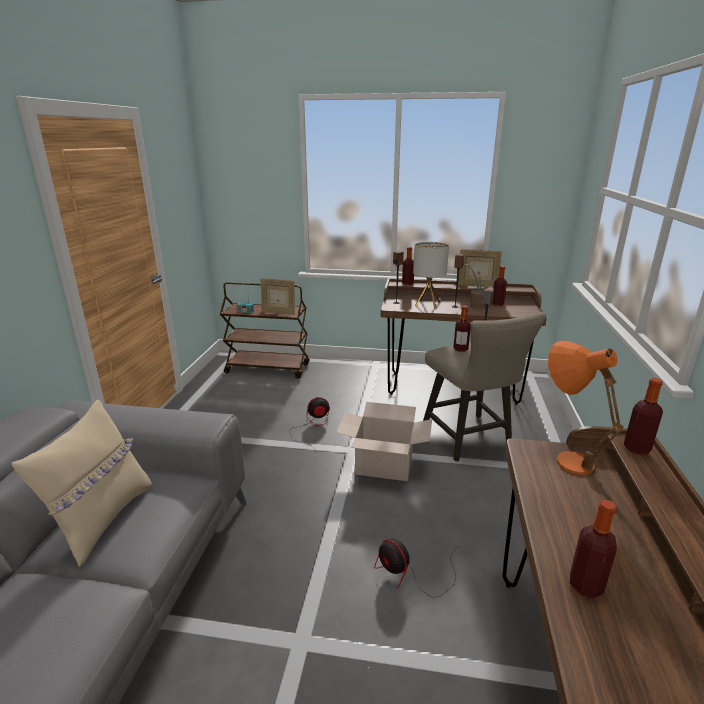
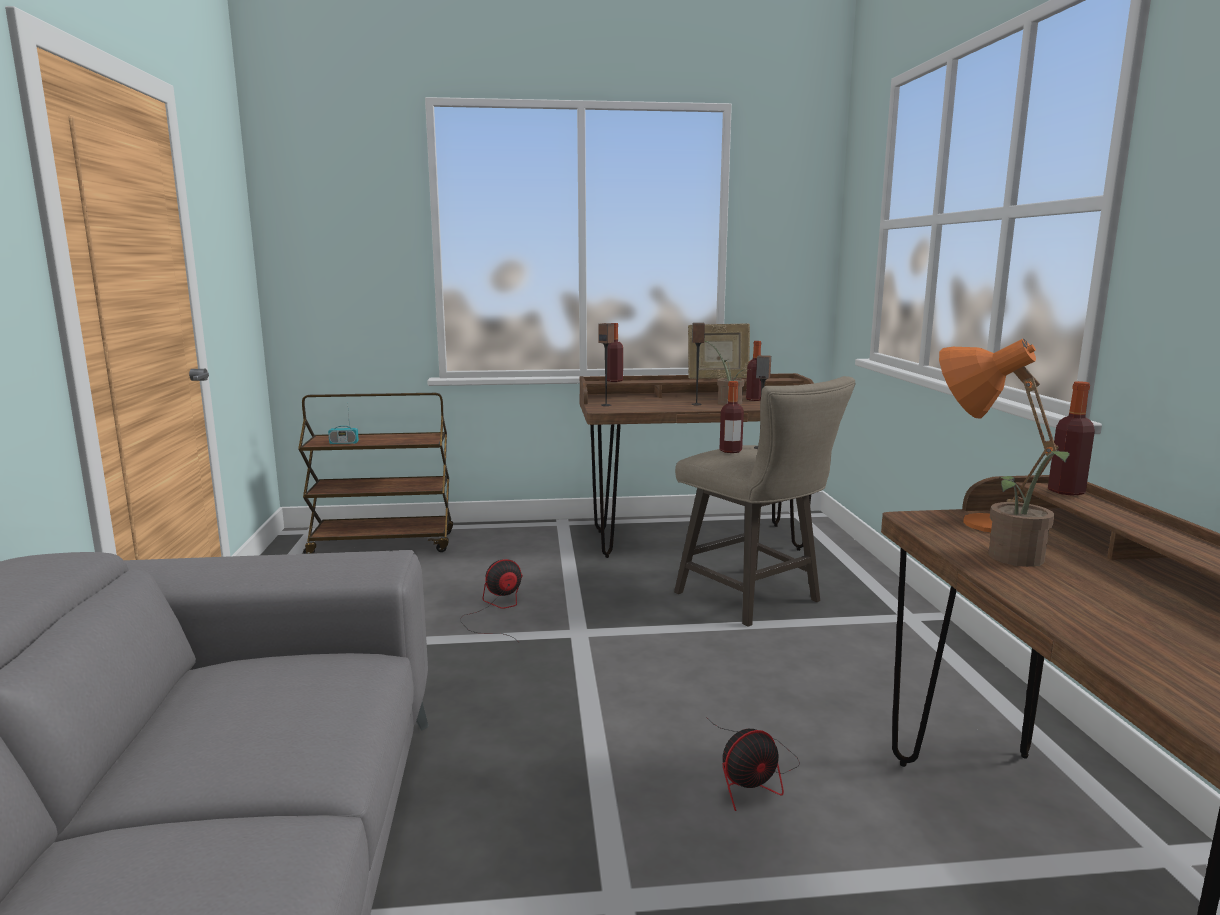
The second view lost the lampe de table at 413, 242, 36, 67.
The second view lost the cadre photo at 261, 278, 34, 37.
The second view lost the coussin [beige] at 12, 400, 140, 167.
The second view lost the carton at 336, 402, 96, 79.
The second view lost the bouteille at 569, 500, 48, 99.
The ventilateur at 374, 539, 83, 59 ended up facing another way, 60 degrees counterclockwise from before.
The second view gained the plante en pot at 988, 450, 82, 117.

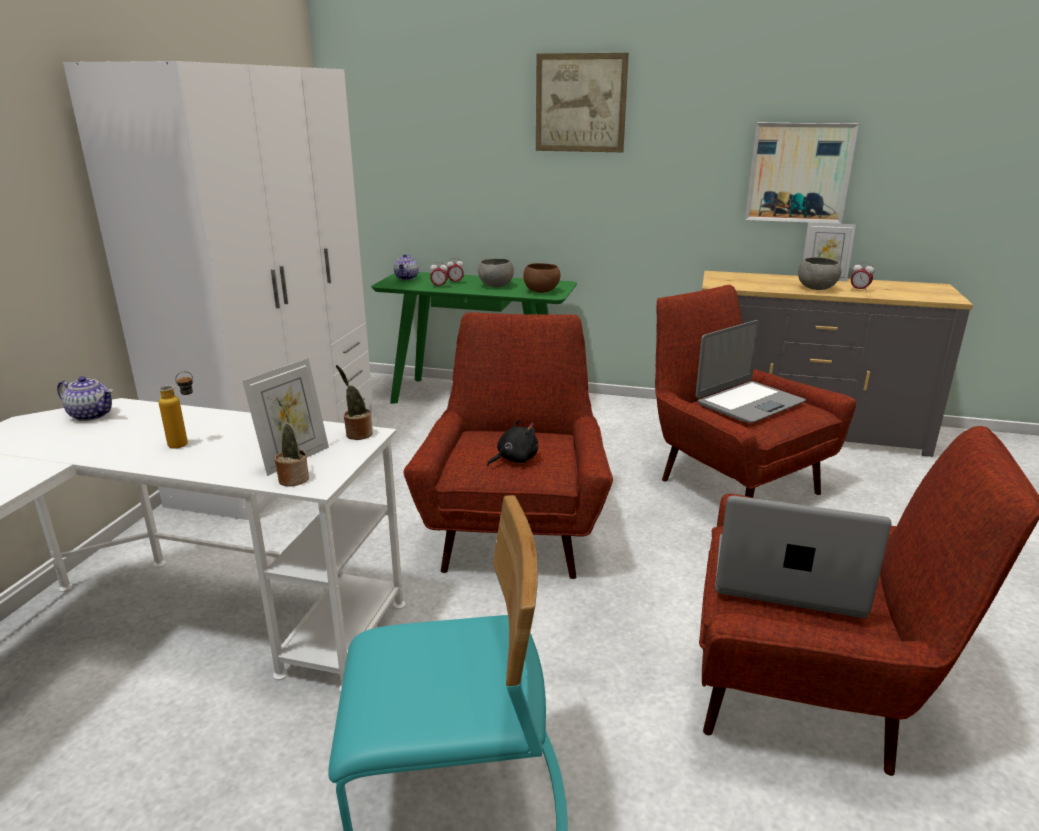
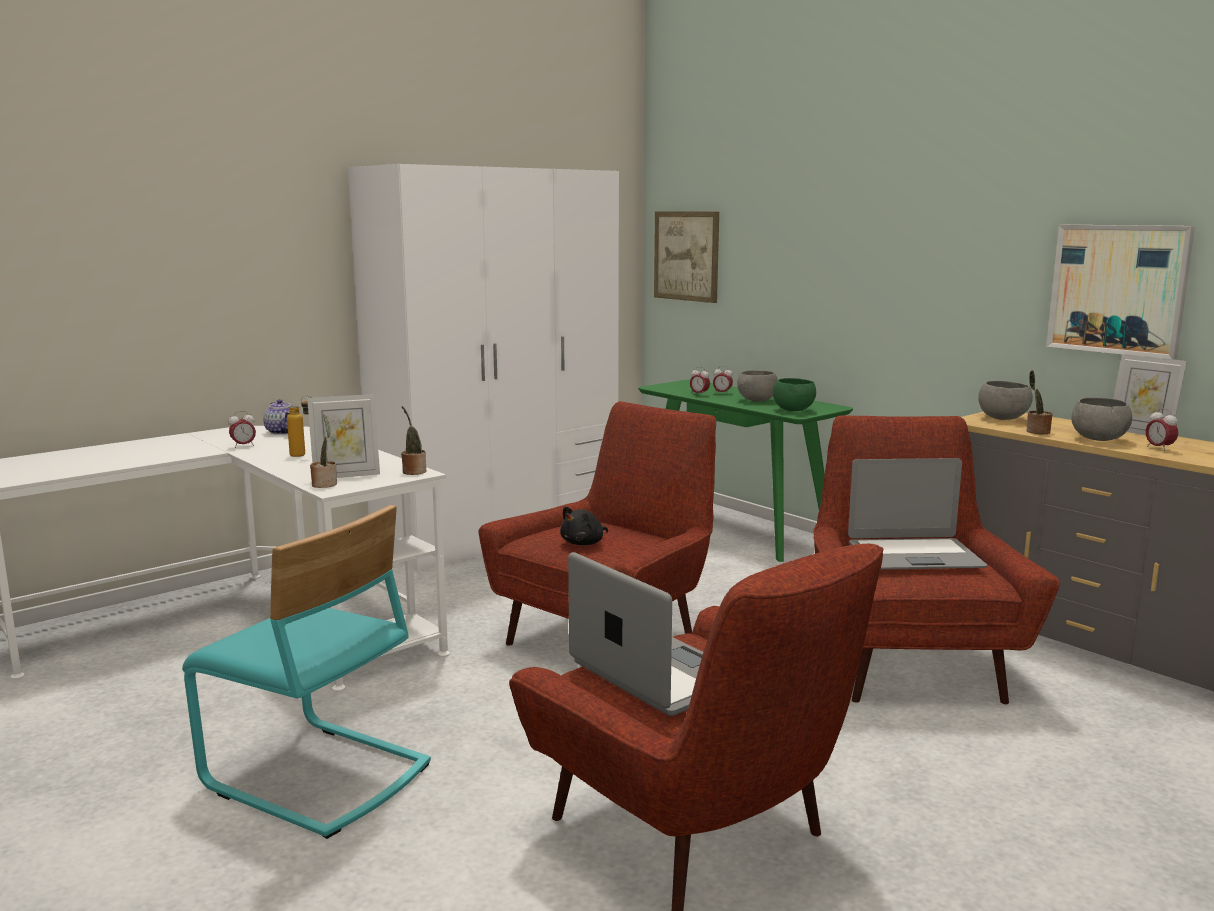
The tableau ended up elsewhere, having gone from 536, 53, 93, 99 to 654, 211, 65, 92.
The second view lost the théière at 394, 254, 25, 26.
What was the bol [marron] at 523, 263, 37, 30 turned into the bol [vert] at 773, 378, 43, 33.
The peluche [noir] at 487, 419, 51, 47 ended up facing another way, 135 degrees clockwise from before.
The second view gained the plante en pot at 1026, 370, 27, 64.
The second view gained the bol [gris] at 978, 381, 55, 39.
The second view gained the réveil at 228, 411, 28, 37.

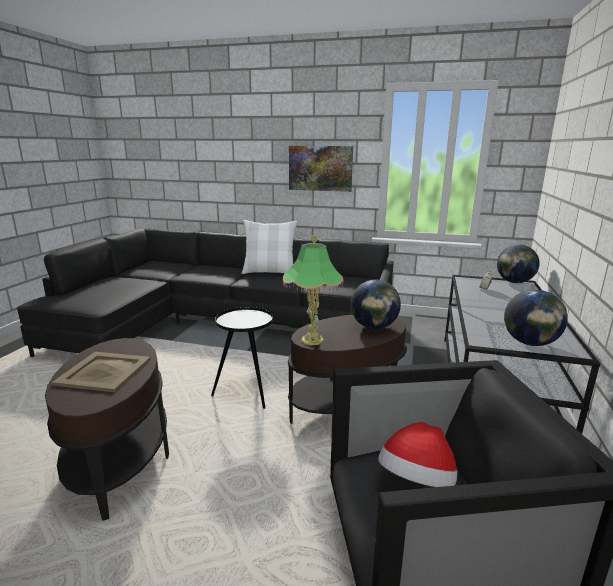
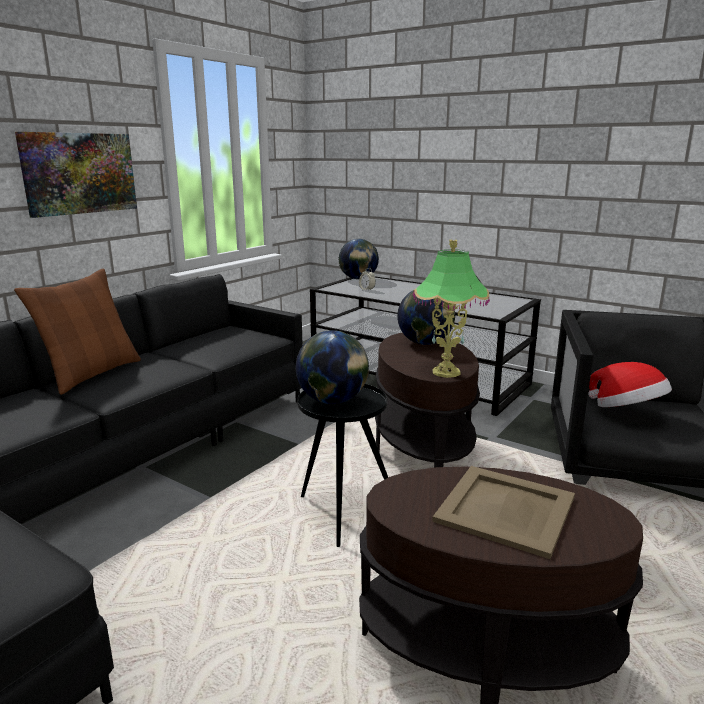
What was the coussin [blanc] at 242, 220, 56, 54 turned into the coussin [marron] at 14, 268, 127, 127.
The globe ended up elsewhere, having gone from 504, 290, 64, 56 to 296, 330, 73, 74.

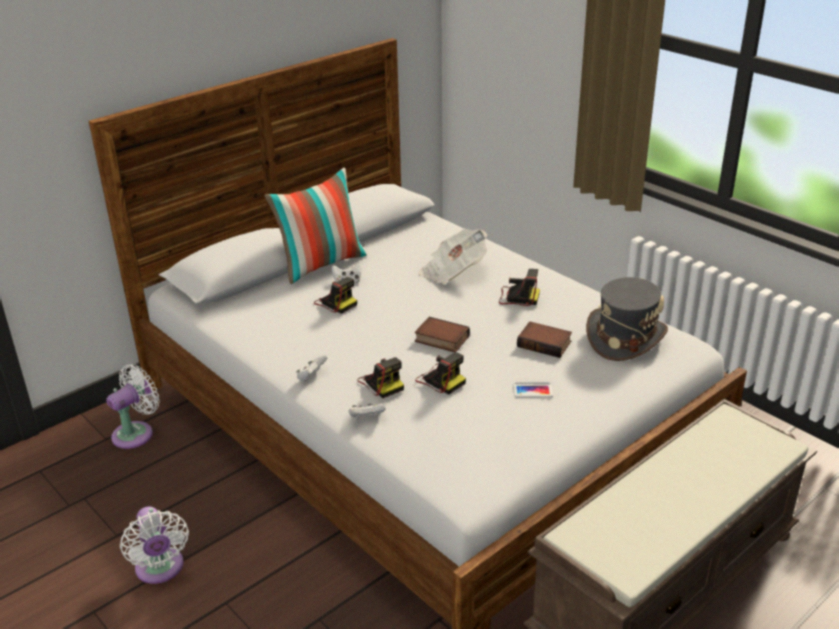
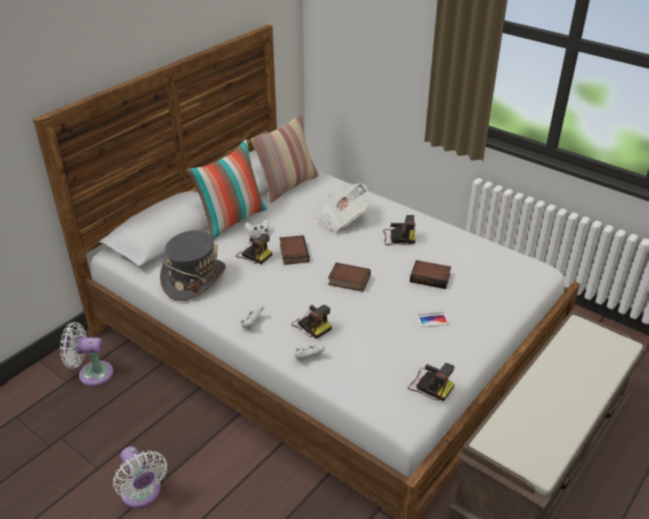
The chapeau [gris] ended up elsewhere, having gone from 586, 277, 82, 84 to 160, 230, 66, 71.
The appareil photo ended up elsewhere, having gone from 415, 352, 51, 42 to 408, 363, 47, 38.
The ventilateur [blanc] at 106, 364, 54, 85 ended up facing another way, 120 degrees counterclockwise from before.
The second view gained the coussin at 251, 114, 67, 89.
The second view gained the livre at 280, 235, 30, 30.

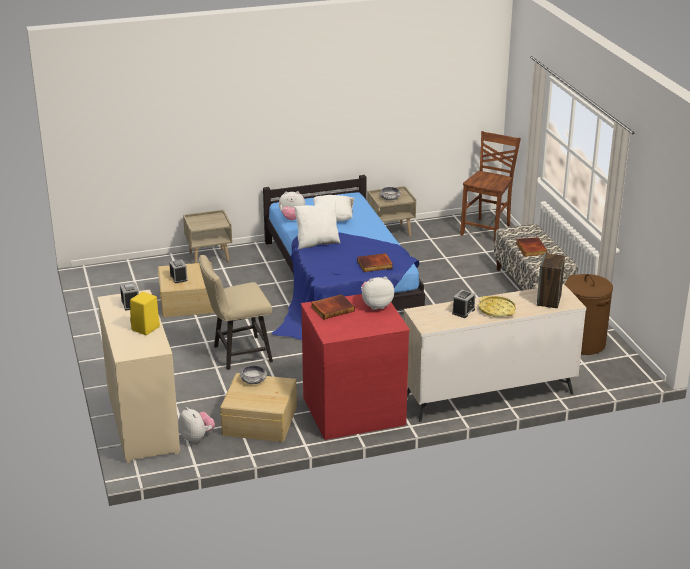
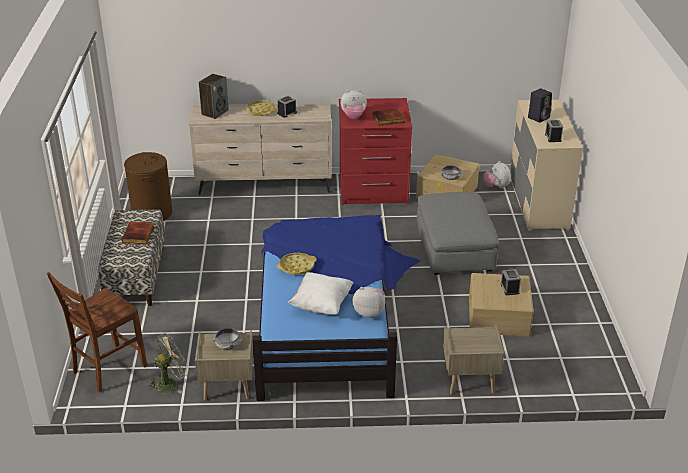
The second view lost the coussin [blanc] at 294, 201, 47, 48.
The second view lost the livre at 357, 253, 36, 19.
Where the chaise [beige] stood at 199, 255, 74, 115, the pouf [gris] came to stand at 417, 192, 82, 83.
What was the enceinte [jaune] at 130, 292, 30, 43 turned into the enceinte [noir] at 528, 88, 24, 35.
The second view gained the plateau [jaune] at 277, 253, 40, 22.
The second view gained the ventilateur [vert] at 148, 333, 41, 60.

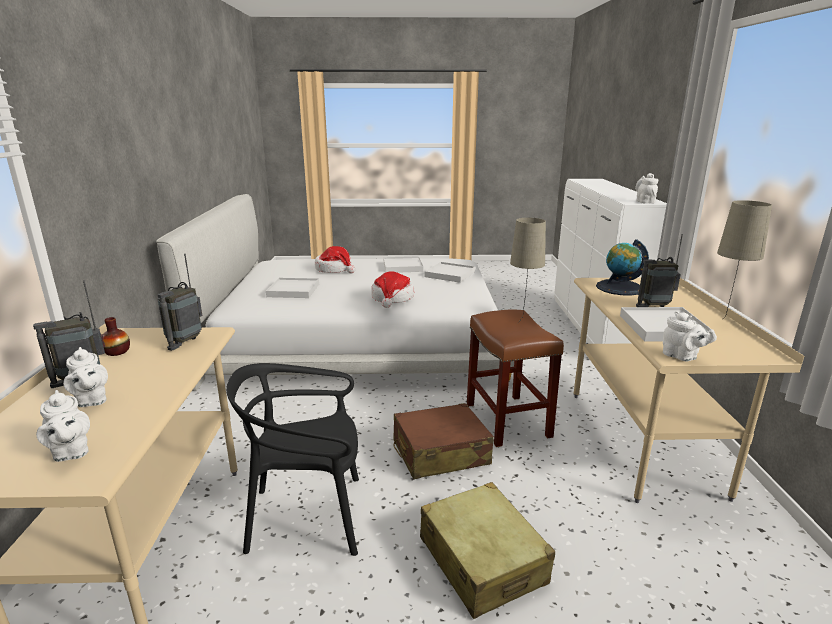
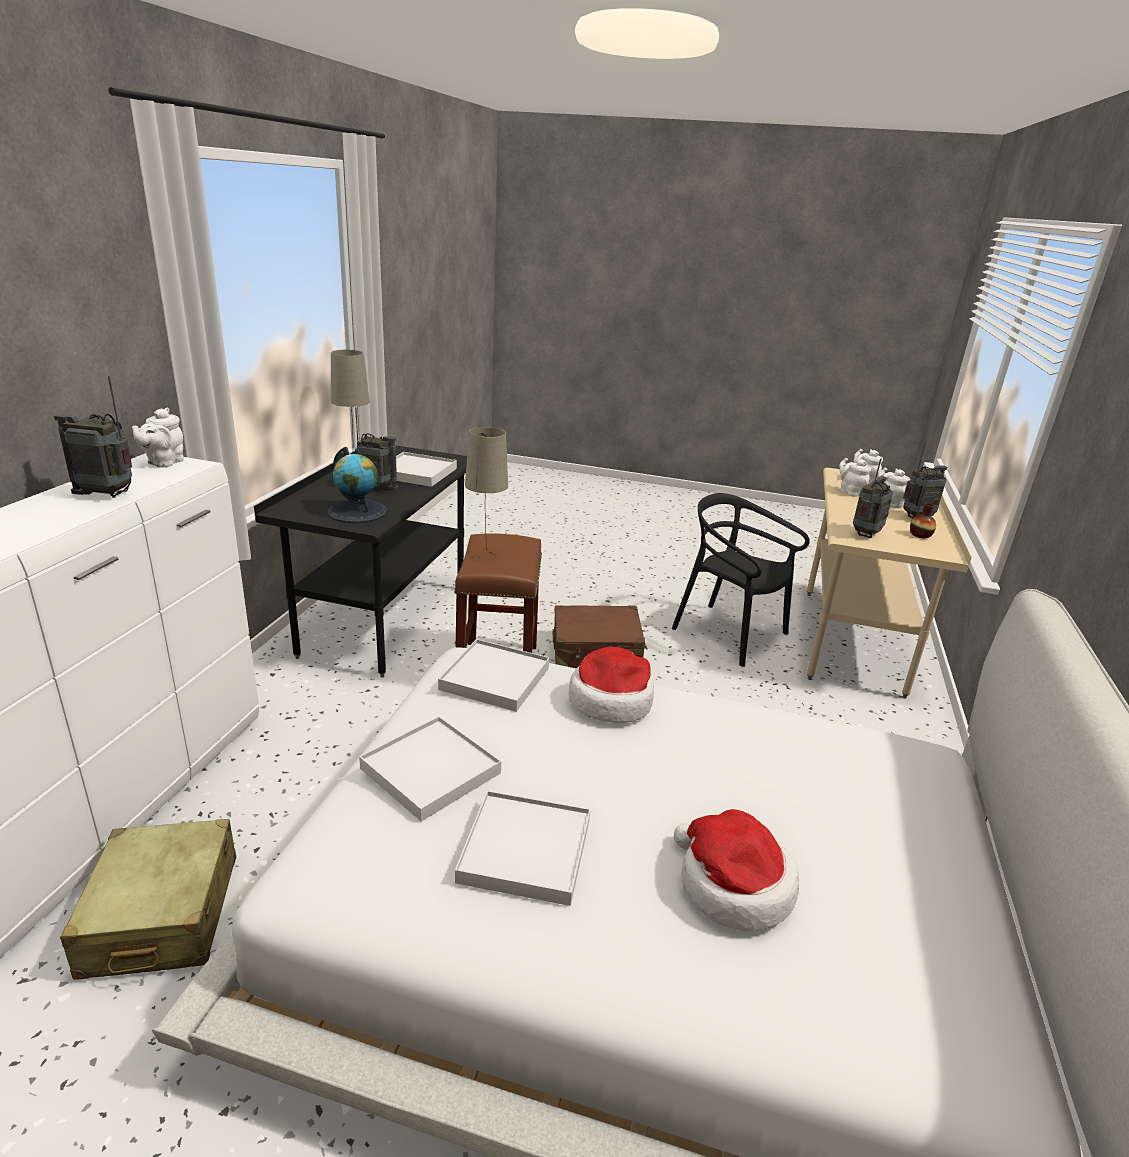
What was the bureau [beige] at 574, 277, 230, 226 turned into the bureau [noir] at 254, 437, 213, 241.
The plateau [blanc] ended up elsewhere, having gone from 266, 278, 53, 20 to 438, 639, 112, 73.
The théière [blanc] ended up elsewhere, having gone from 663, 311, 54, 51 to 839, 458, 32, 39.
The chaise [noir] at 226, 363, 133, 193 ended up facing another way, 150 degrees counterclockwise from before.
The valise [beige] ended up elsewhere, having gone from 420, 482, 135, 137 to 60, 819, 176, 161.
The second view gained the radio at 54, 376, 78, 122.

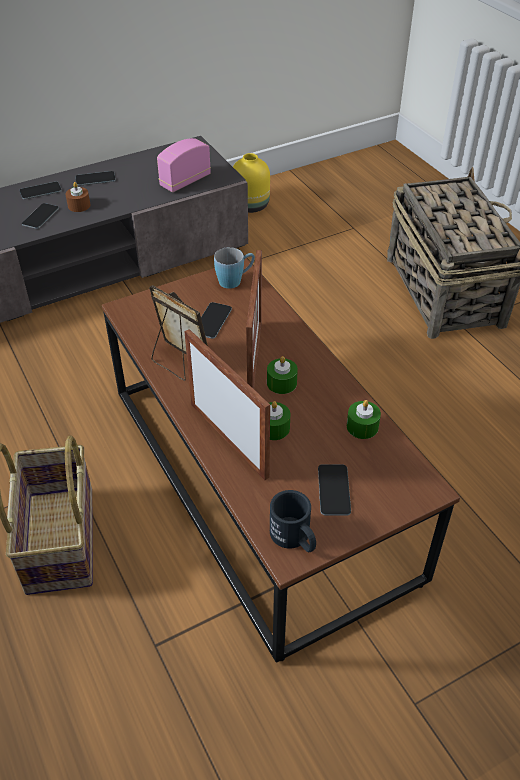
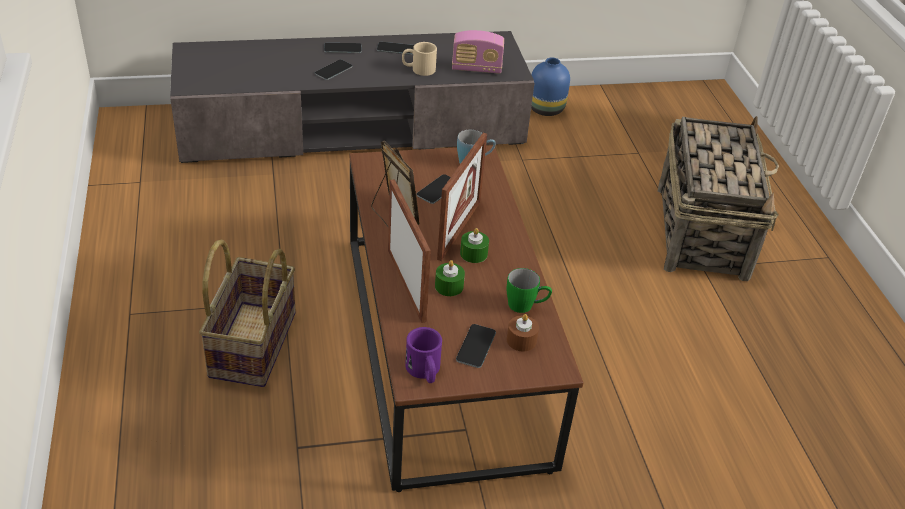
The radio at 157, 138, 54, 54 ended up facing another way, 150 degrees counterclockwise from before.
What was the vase [jaune] at 233, 153, 37, 60 turned into the vase [bleu] at 531, 58, 39, 58.
The bougie [marron] ended up elsewhere, having gone from 65, 182, 25, 30 to 507, 314, 32, 37.
Where the bougie [vert] stood at 347, 400, 34, 39, the mug [vert] came to stand at 507, 268, 45, 45.
What was the mug [noir] at 270, 490, 46, 63 turned into the mug [violet] at 405, 327, 37, 56.
The second view gained the mug [beige] at 402, 42, 35, 34.

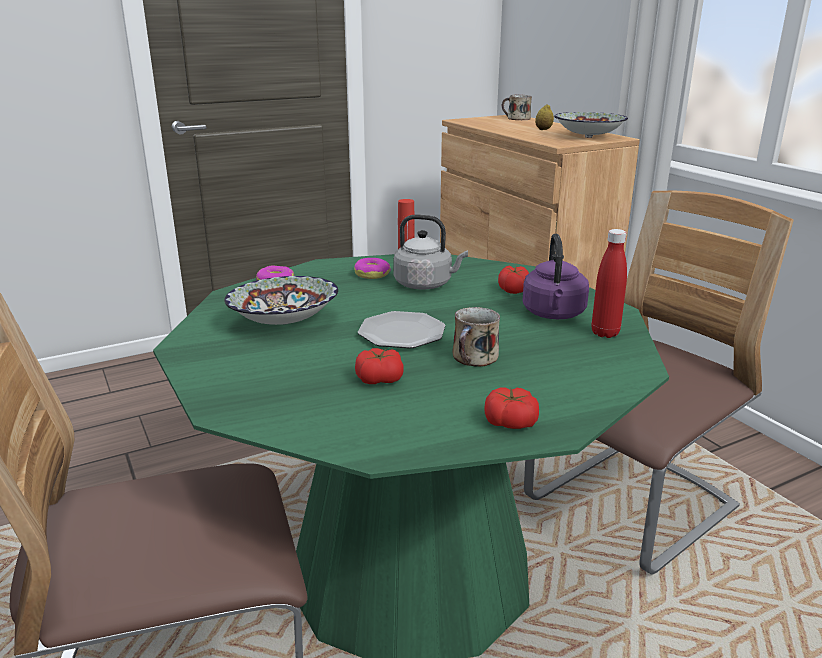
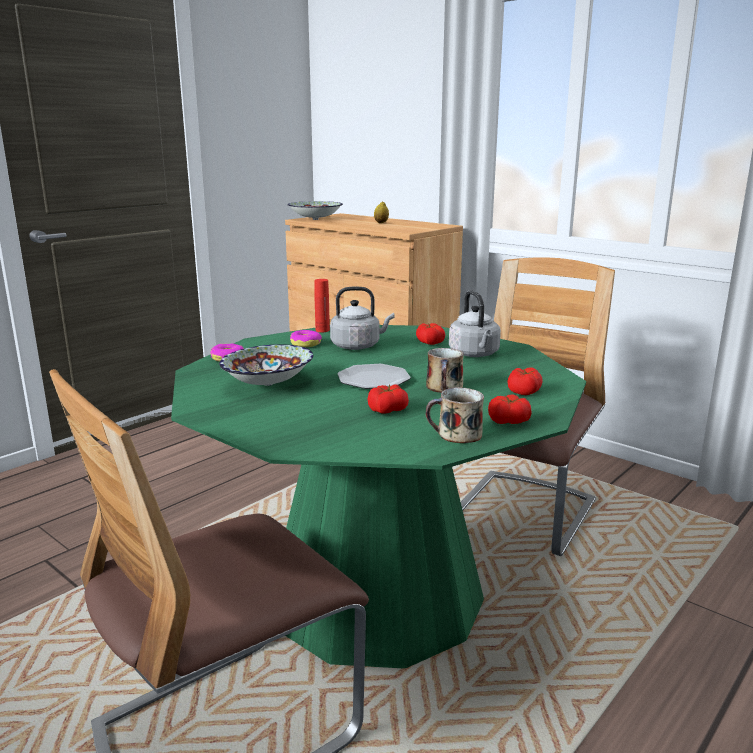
The mug ended up elsewhere, having gone from 502, 94, 30, 26 to 426, 387, 58, 56.
The bol ended up elsewhere, having gone from 554, 112, 74, 26 to 287, 201, 56, 19.
The second view lost the bouteille [rouge] at 592, 229, 35, 109.
What was the bouilloire [violet] at 522, 234, 67, 85 turned into the bouilloire [gris] at 449, 290, 52, 67.
The second view gained the tomate at 507, 368, 36, 27.

